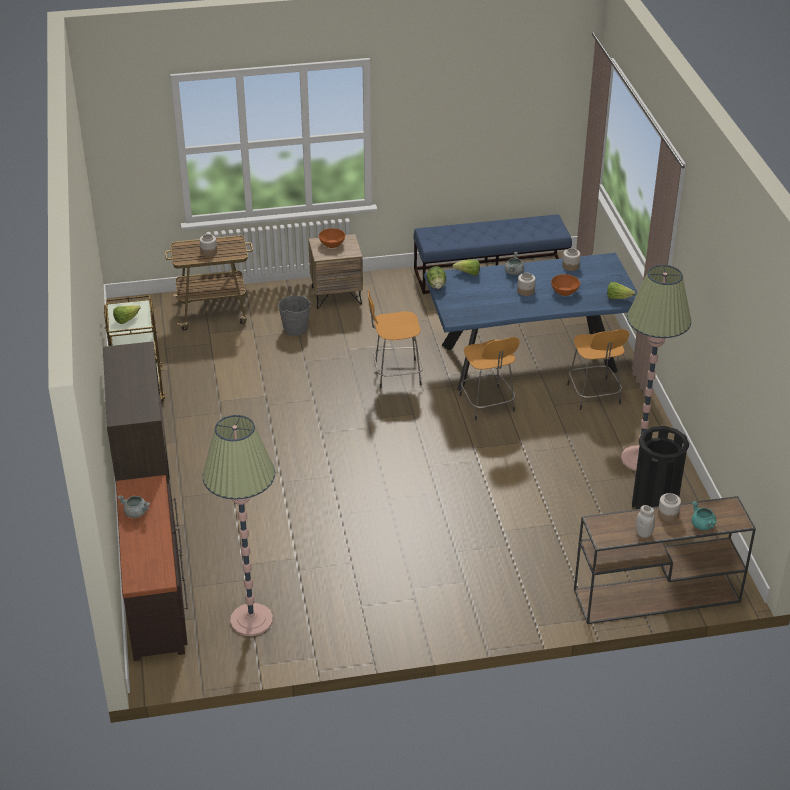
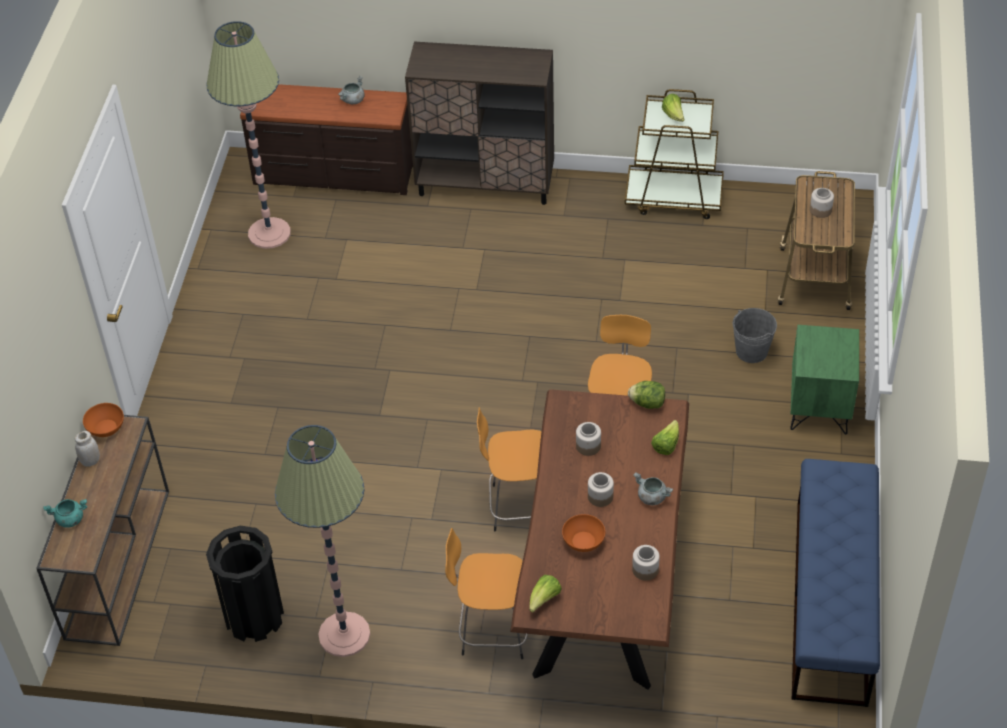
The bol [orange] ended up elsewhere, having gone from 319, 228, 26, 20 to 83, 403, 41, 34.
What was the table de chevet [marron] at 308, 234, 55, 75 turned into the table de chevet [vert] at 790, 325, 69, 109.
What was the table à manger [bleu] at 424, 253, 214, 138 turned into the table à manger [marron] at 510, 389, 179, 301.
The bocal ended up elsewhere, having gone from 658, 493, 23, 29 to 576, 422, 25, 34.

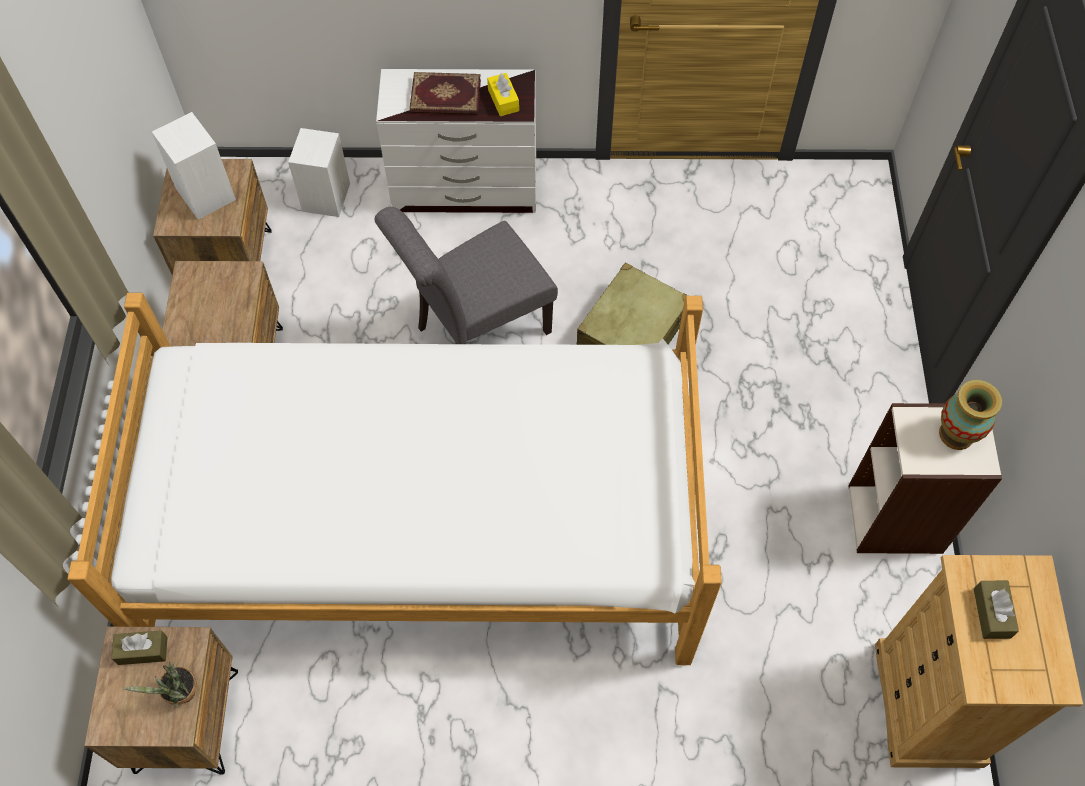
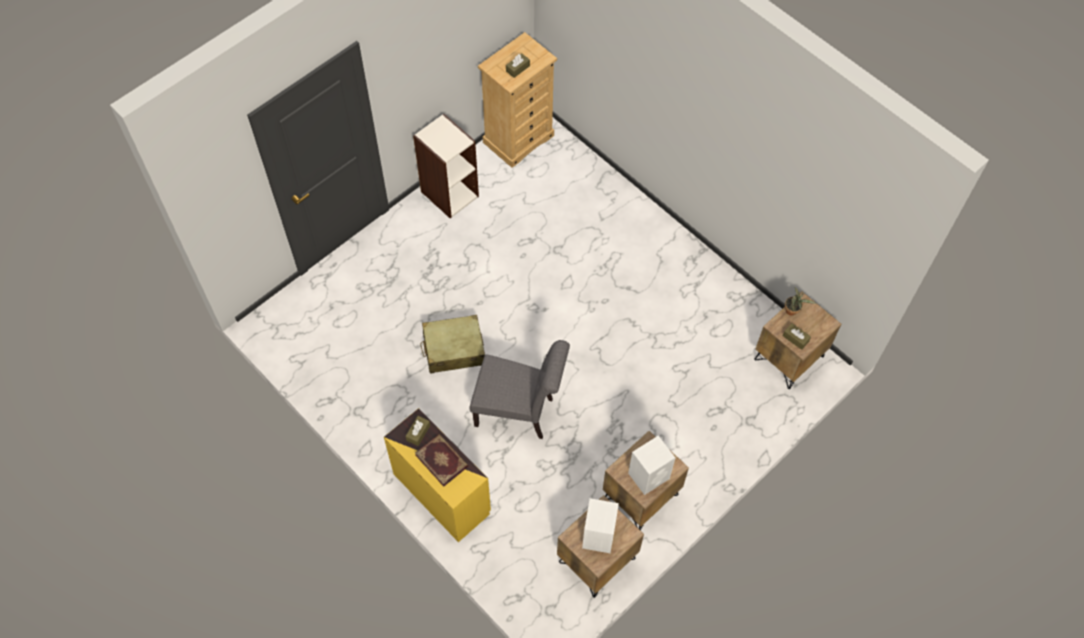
What was the commode [blanc] at 376, 69, 160, 144 turned into the commode [jaune] at 384, 408, 107, 134.
What was the boîte à mouchoirs [jaune] at 487, 73, 32, 43 turned into the boîte à mouchoirs [marron] at 406, 416, 24, 30.
The enceinte [blanc] ended up elsewhere, having gone from 288, 128, 62, 89 to 628, 436, 47, 59.
The second view lost the lit at 67, 293, 655, 372.
The second view lost the vase at 939, 380, 63, 70.

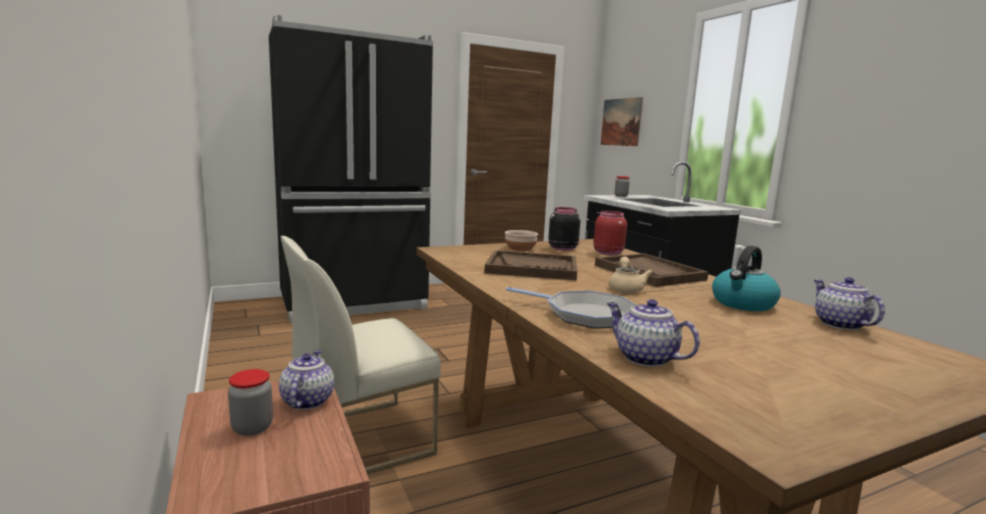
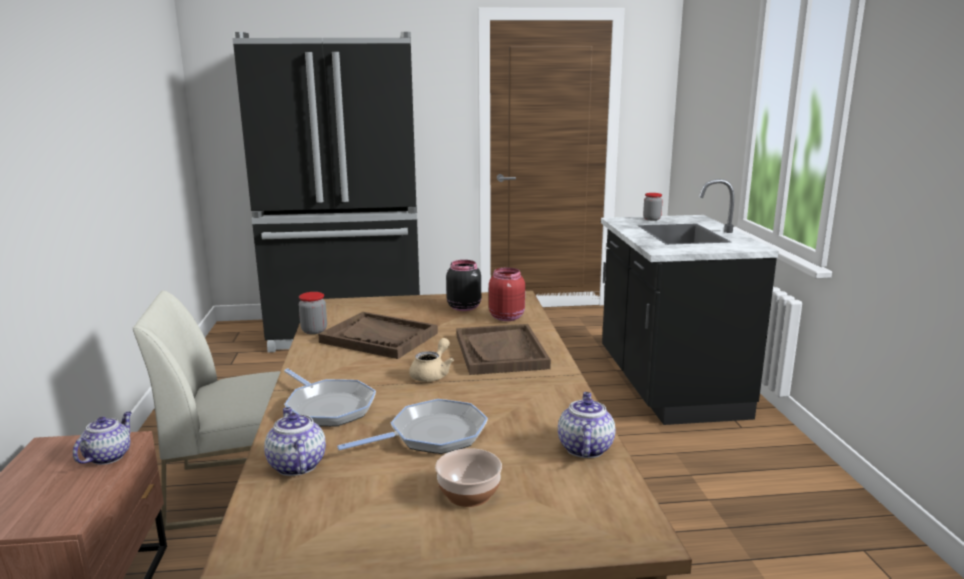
The second view lost the tableau at 601, 97, 42, 49.
The bol ended up elsewhere, having gone from 505, 230, 33, 21 to 435, 448, 67, 59.
The second view lost the bouilloire at 712, 246, 69, 65.
The bocal ended up elsewhere, having gone from 228, 369, 45, 67 to 298, 292, 29, 42.
The second view gained the poêle at 337, 399, 151, 55.

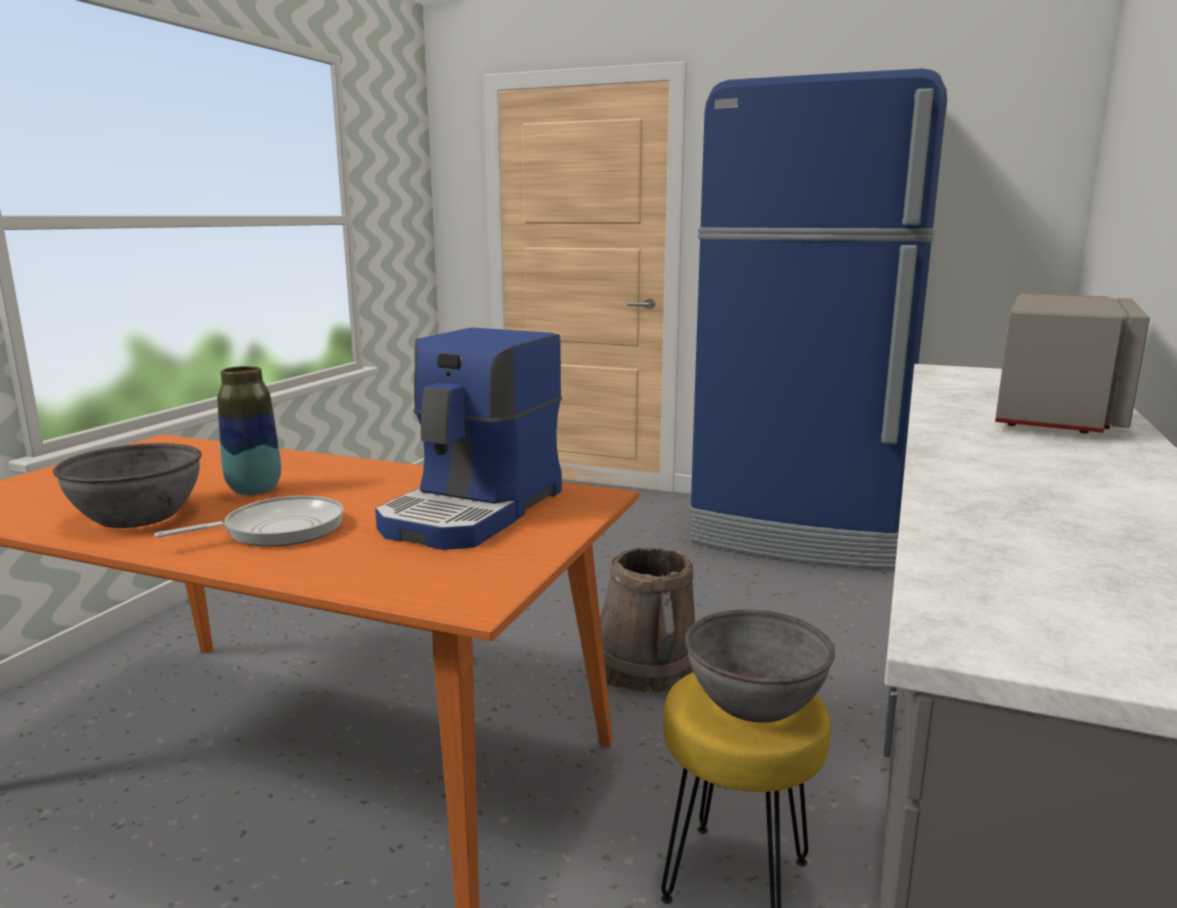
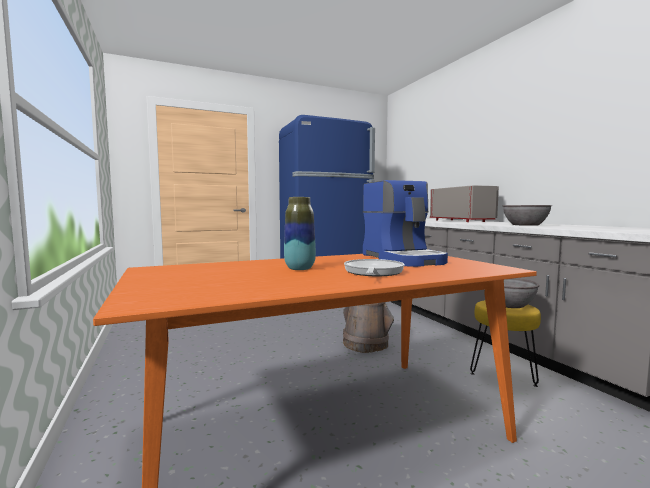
The bol [gris] ended up elsewhere, having gone from 53, 443, 149, 85 to 503, 205, 49, 21.

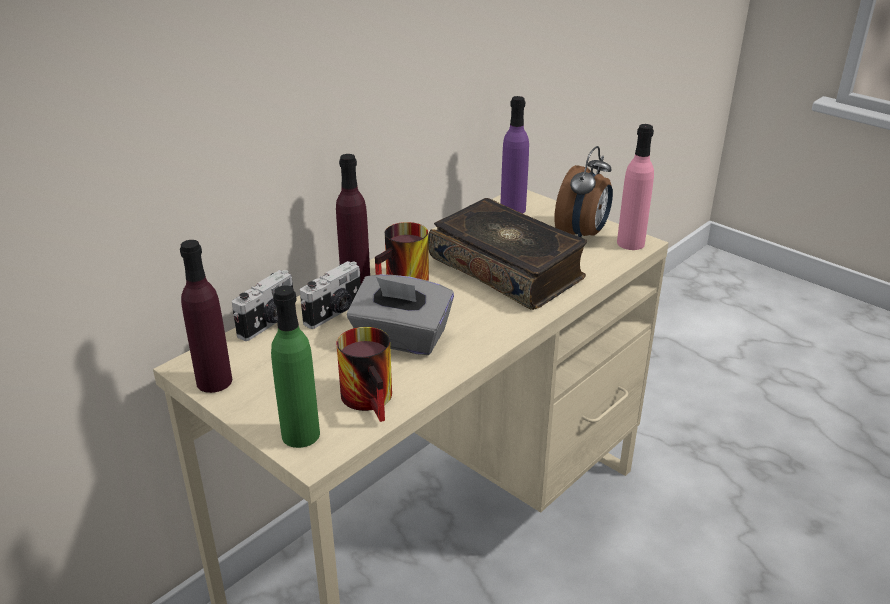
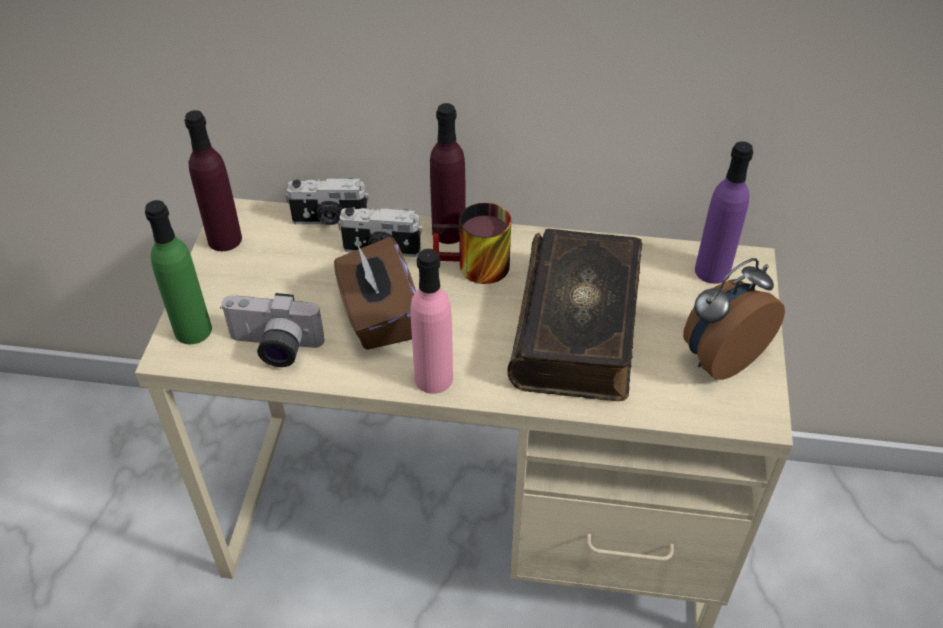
The bouteille [rose] ended up elsewhere, having gone from 617, 124, 37, 126 to 410, 249, 43, 145.
The réveil at 554, 146, 59, 91 ended up facing another way, 150 degrees clockwise from before.
What was the boîte à mouchoirs [gris] at 347, 274, 107, 81 turned into the boîte à mouchoirs [marron] at 334, 237, 82, 113.
Where the mug stood at 336, 327, 56, 95, the appareil photo came to stand at 220, 293, 104, 74.

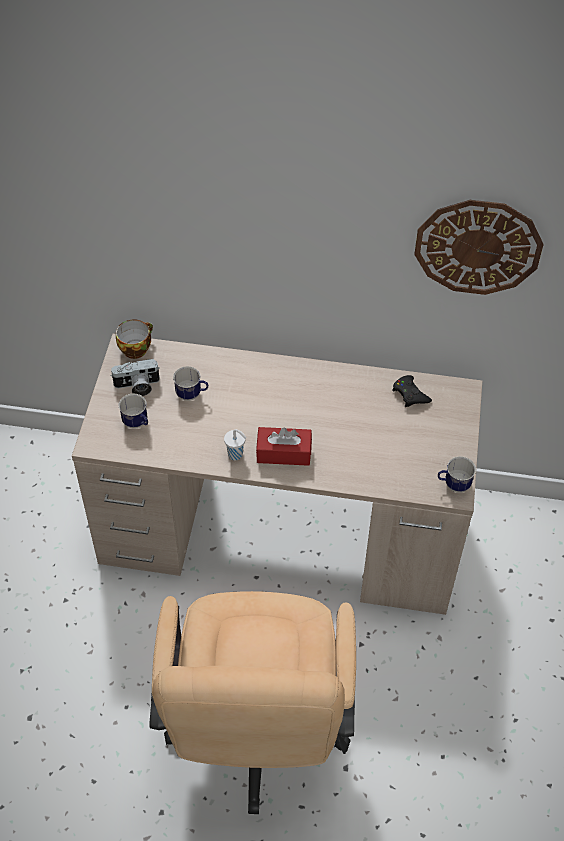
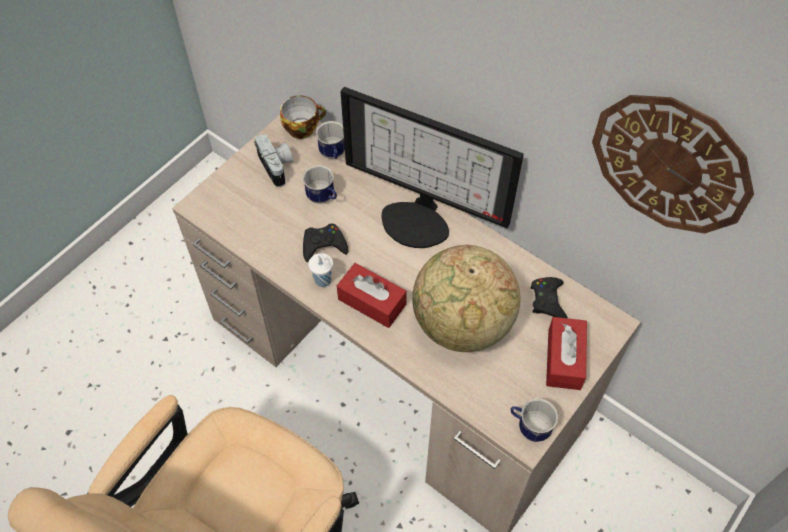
The appareil photo at 110, 359, 50, 37 ended up facing another way, 135 degrees counterclockwise from before.
The mug ended up elsewhere, having gone from 118, 394, 30, 35 to 316, 121, 29, 38.
The second view gained the écran d'ordinateur at 341, 87, 183, 161.
The second view gained the manette [noir] at 303, 224, 45, 38.
The second view gained the globe at 412, 244, 108, 108.
The second view gained the boîte à mouchoirs [rouge] at 546, 317, 41, 73.

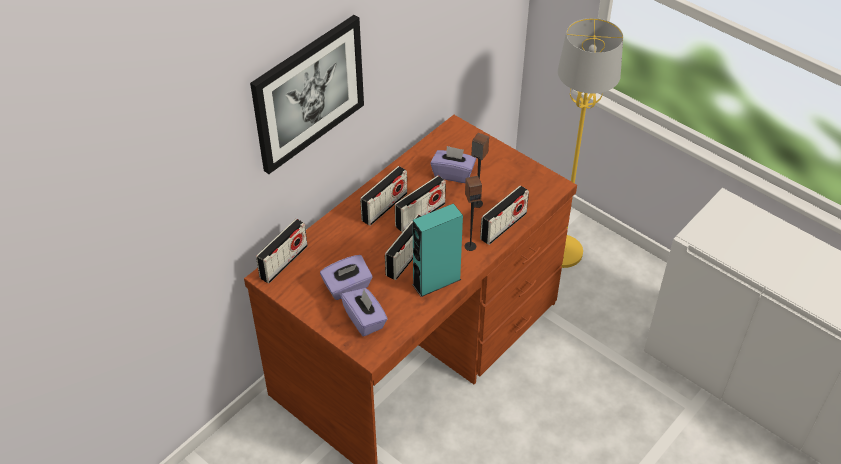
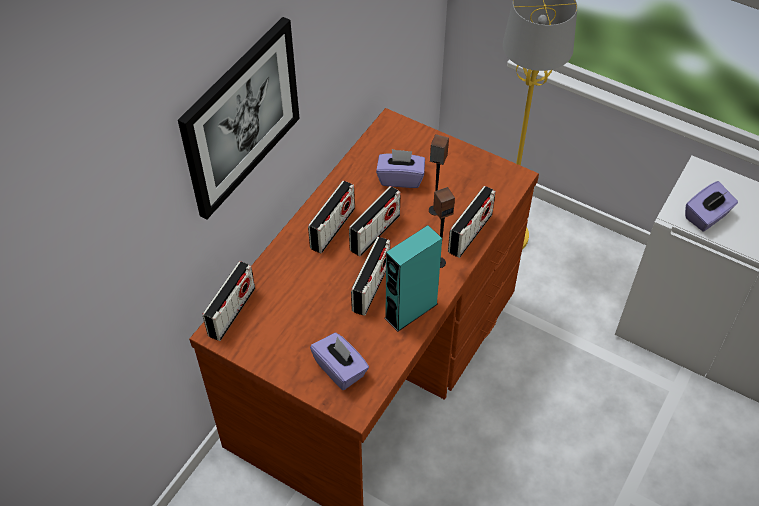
The boîte à mouchoirs [violet] ended up elsewhere, having gone from 320, 255, 53, 45 to 685, 181, 53, 50.

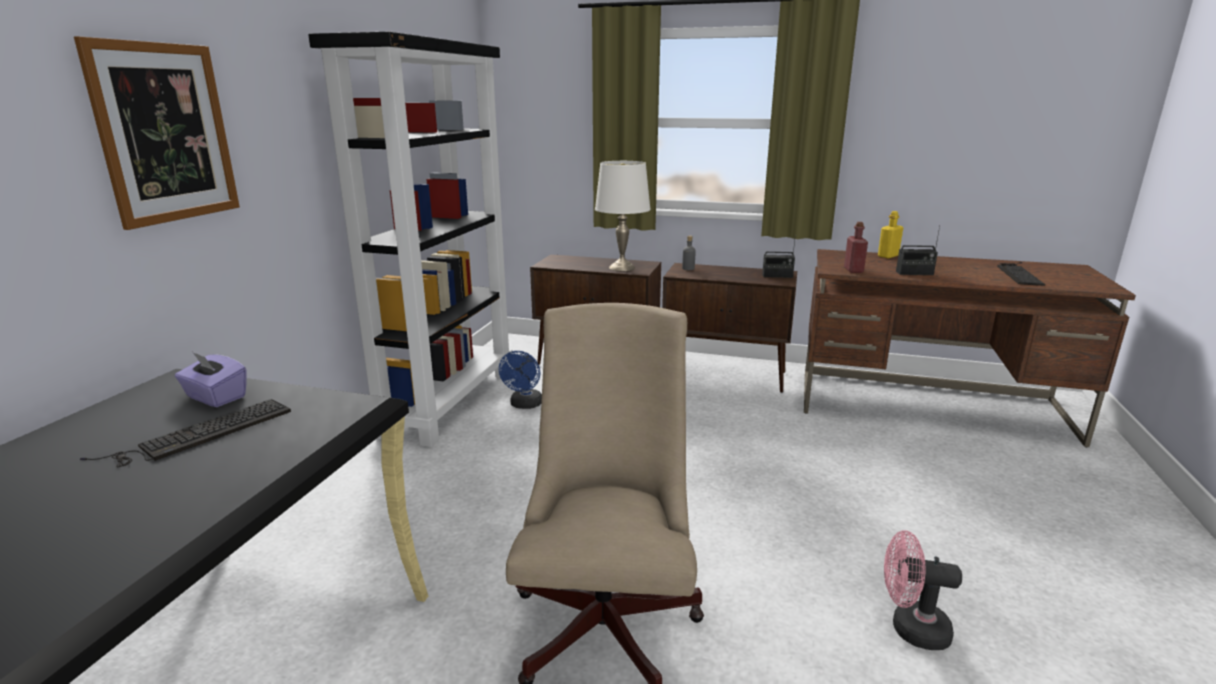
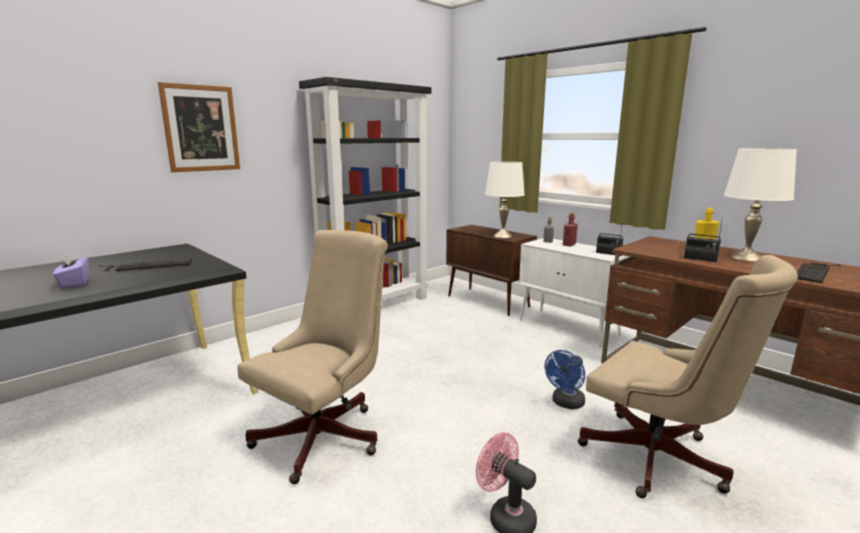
The bouteille [rouge] ended up elsewhere, having gone from 844, 222, 24, 51 to 563, 213, 15, 33.
What was the meuble de rangement [marron] at 662, 263, 135, 130 turned into the meuble de rangement [blanc] at 519, 238, 111, 109.
The ventilateur [bleu] ended up elsewhere, having gone from 499, 351, 43, 58 to 545, 350, 40, 59.
The boîte à mouchoirs [violet] ended up elsewhere, having gone from 175, 352, 72, 55 to 53, 253, 36, 35.
The second view gained the lampe de table [blanc] at 724, 148, 73, 113.
The second view gained the chaise de bureau [beige] at 578, 255, 220, 243.

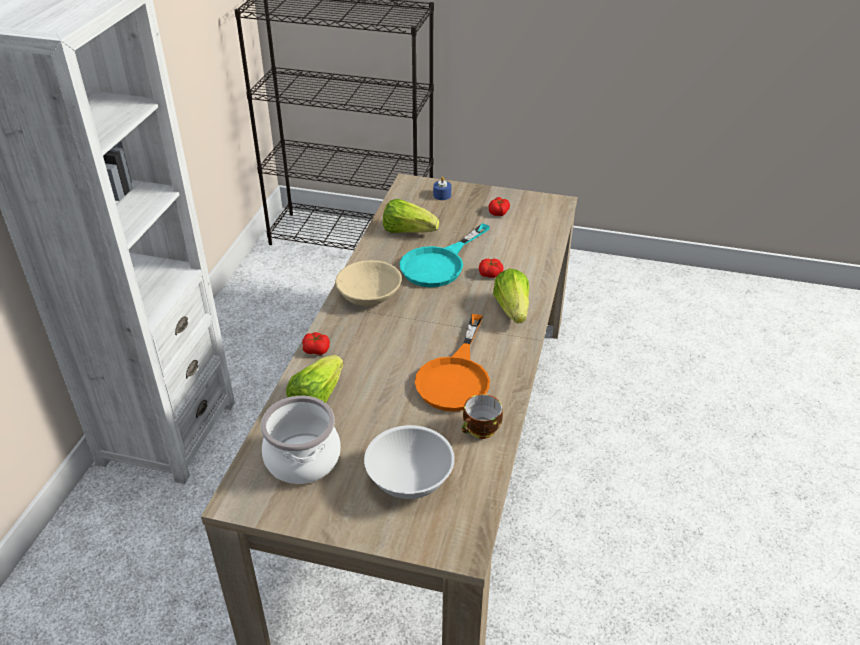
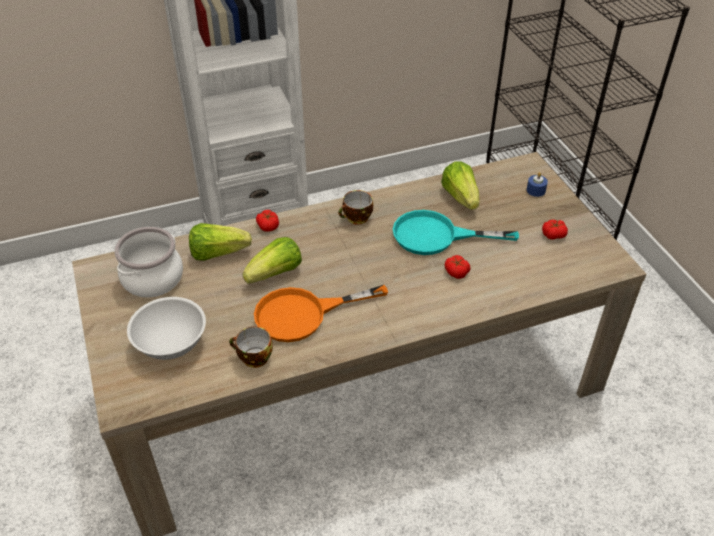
Where the bol [beige] stood at 335, 260, 67, 46, the tasse came to stand at 338, 190, 35, 35.
The laitue ended up elsewhere, having gone from 493, 269, 36, 54 to 242, 237, 60, 47.

